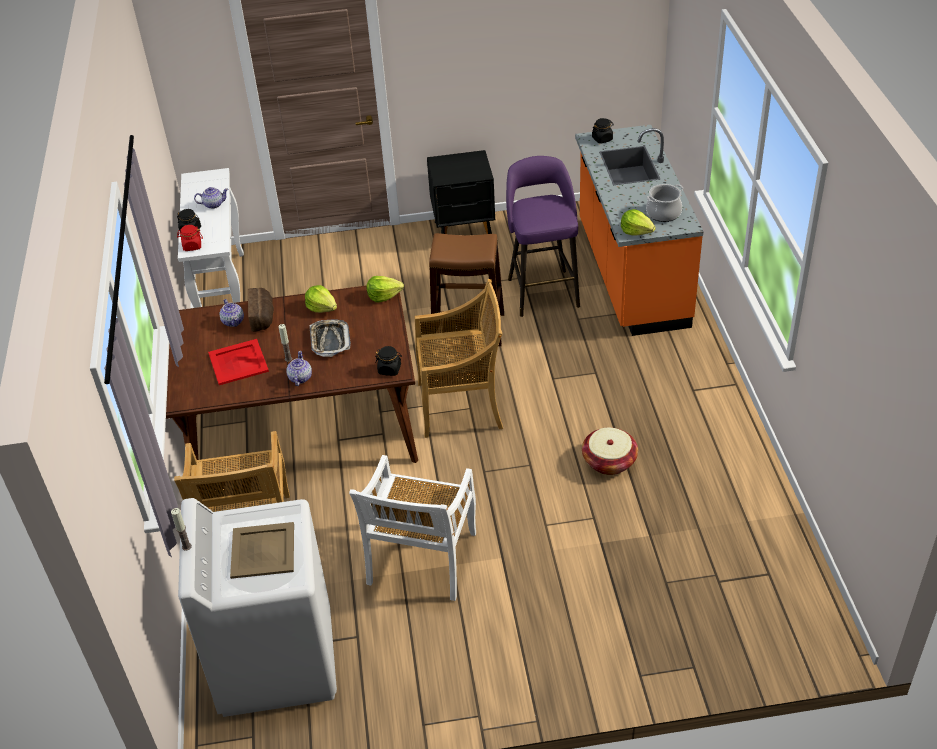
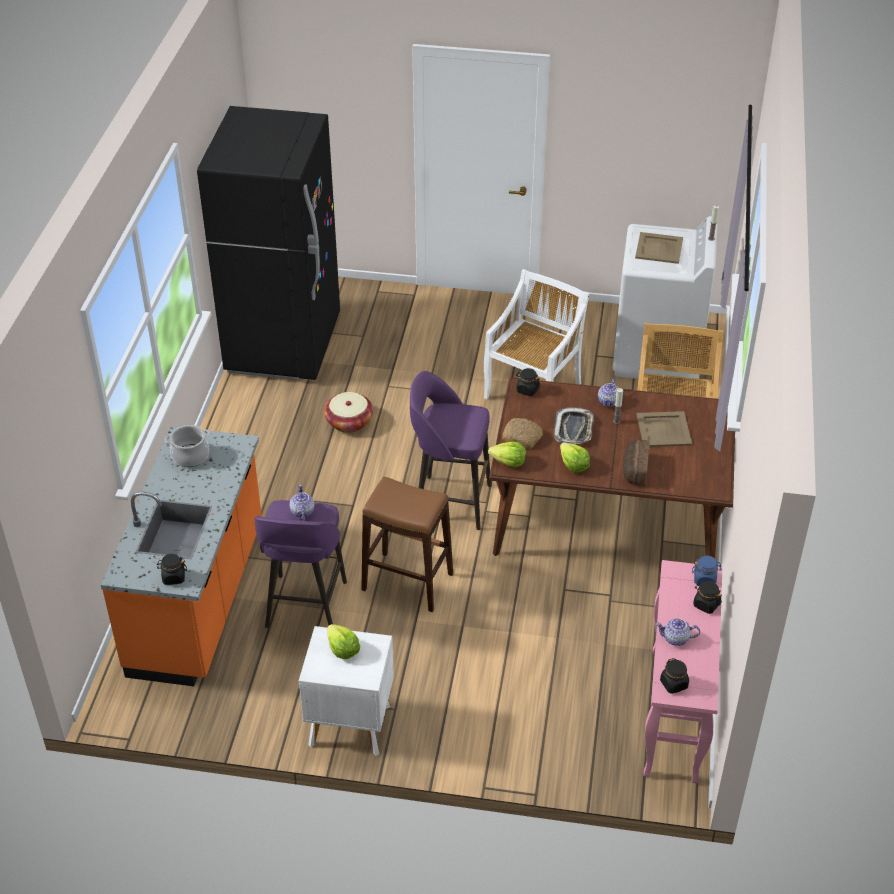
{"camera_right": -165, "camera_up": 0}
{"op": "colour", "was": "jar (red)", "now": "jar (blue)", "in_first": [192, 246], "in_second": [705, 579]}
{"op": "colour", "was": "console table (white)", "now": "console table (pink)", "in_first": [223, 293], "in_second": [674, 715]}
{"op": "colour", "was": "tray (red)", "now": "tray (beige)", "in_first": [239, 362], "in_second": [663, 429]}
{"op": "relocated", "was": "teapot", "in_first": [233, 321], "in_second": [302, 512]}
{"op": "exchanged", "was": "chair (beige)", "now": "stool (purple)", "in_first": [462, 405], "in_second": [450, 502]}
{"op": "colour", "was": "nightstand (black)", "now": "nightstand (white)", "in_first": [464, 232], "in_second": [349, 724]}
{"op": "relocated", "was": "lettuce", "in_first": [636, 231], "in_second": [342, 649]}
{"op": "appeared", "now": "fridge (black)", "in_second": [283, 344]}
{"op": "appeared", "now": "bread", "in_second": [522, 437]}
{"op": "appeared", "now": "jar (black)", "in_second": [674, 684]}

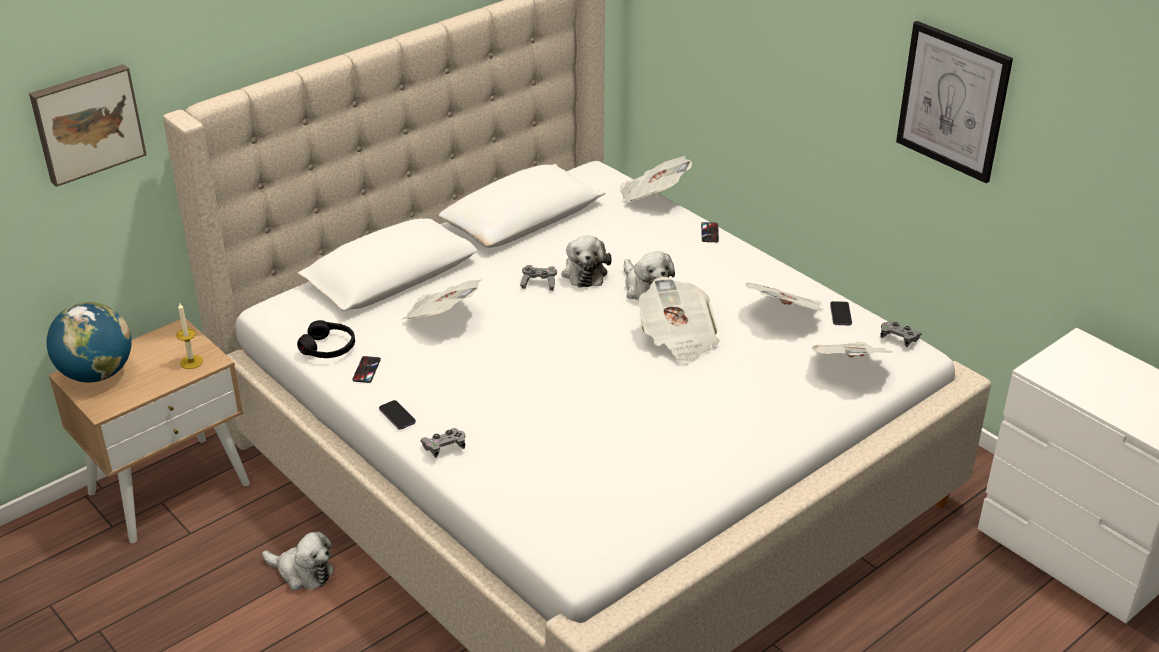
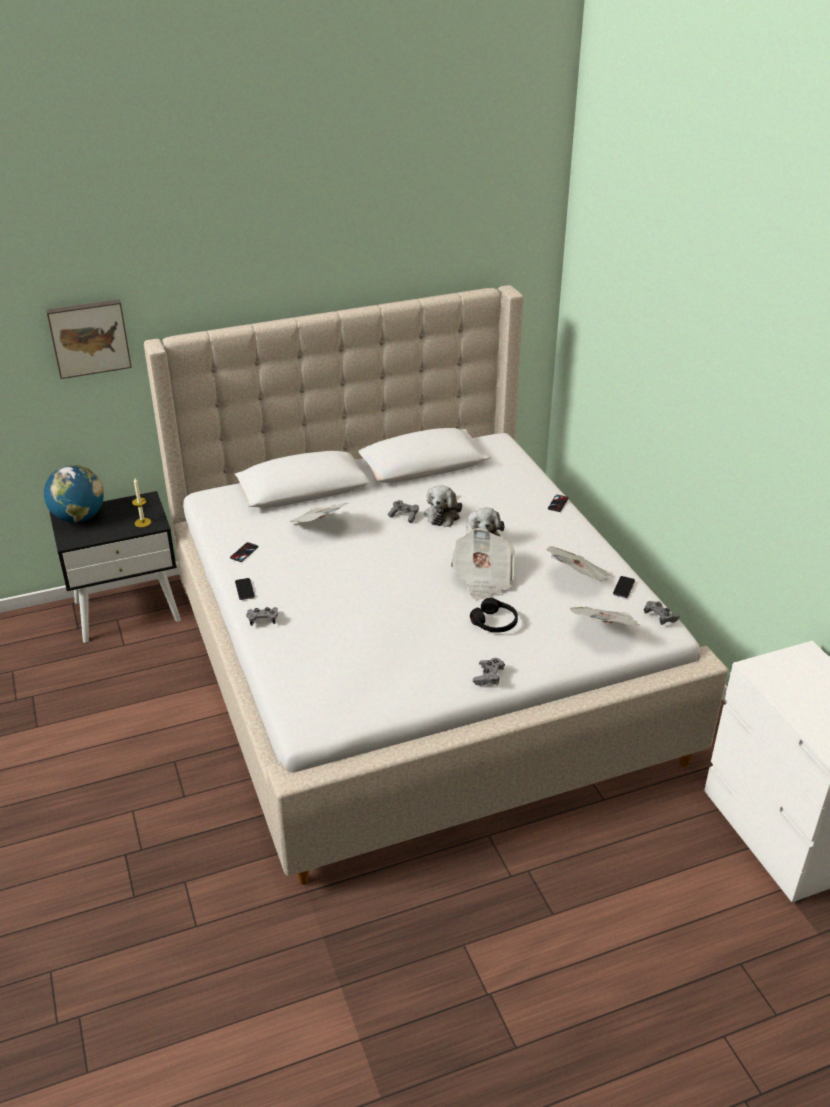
{"camera_right": 20, "camera_up": 0}
{"op": "colour", "was": "nightstand (beige)", "now": "nightstand (black)", "in_first": [169, 487], "in_second": [127, 610]}
{"op": "missing", "was": "plush toy", "in_first": [302, 572]}
{"op": "relocated", "was": "headphones (black)", "in_first": [328, 348], "in_second": [495, 622]}
{"op": "missing", "was": "newspaper", "in_first": [652, 196]}
{"op": "missing", "was": "picture", "in_first": [953, 101]}
{"op": "appeared", "now": "game controller (grey)", "in_second": [488, 677]}

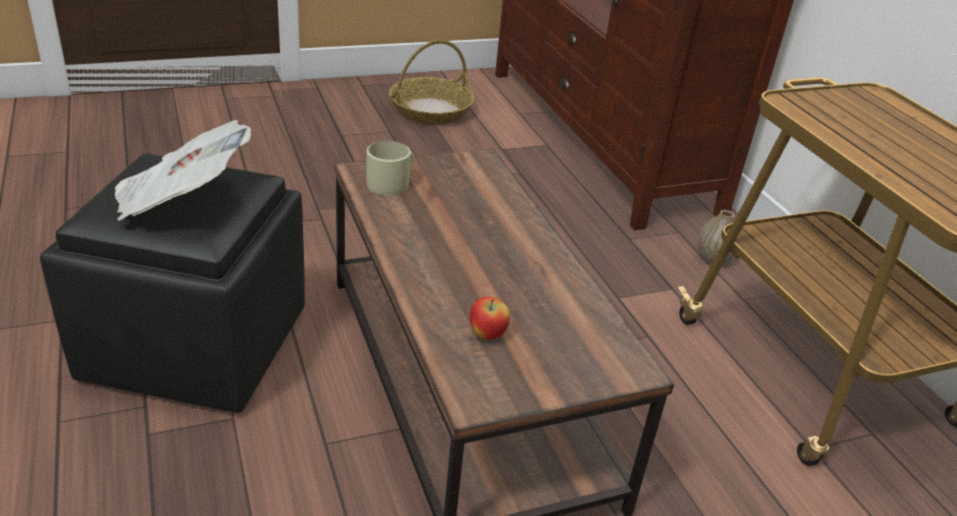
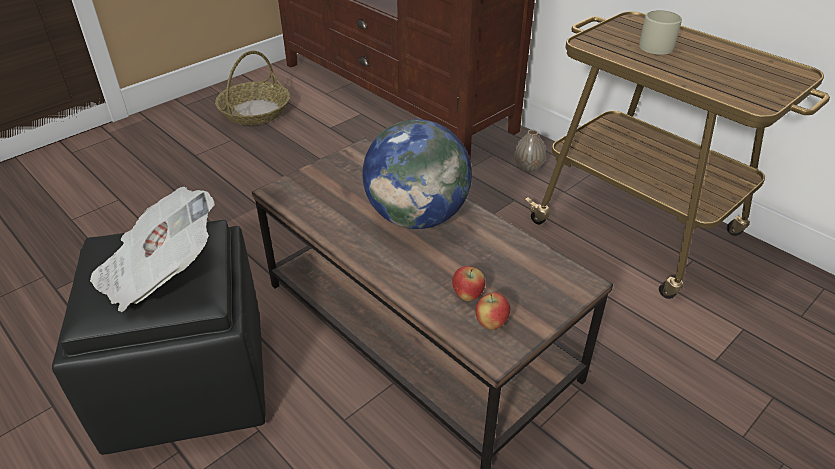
{"camera_right": -20, "camera_up": 5}
{"op": "relocated", "was": "mug (beige)", "in_first": [392, 182], "in_second": [656, 45]}
{"op": "appeared", "now": "globe", "in_second": [417, 217]}
{"op": "appeared", "now": "apple", "in_second": [491, 324]}

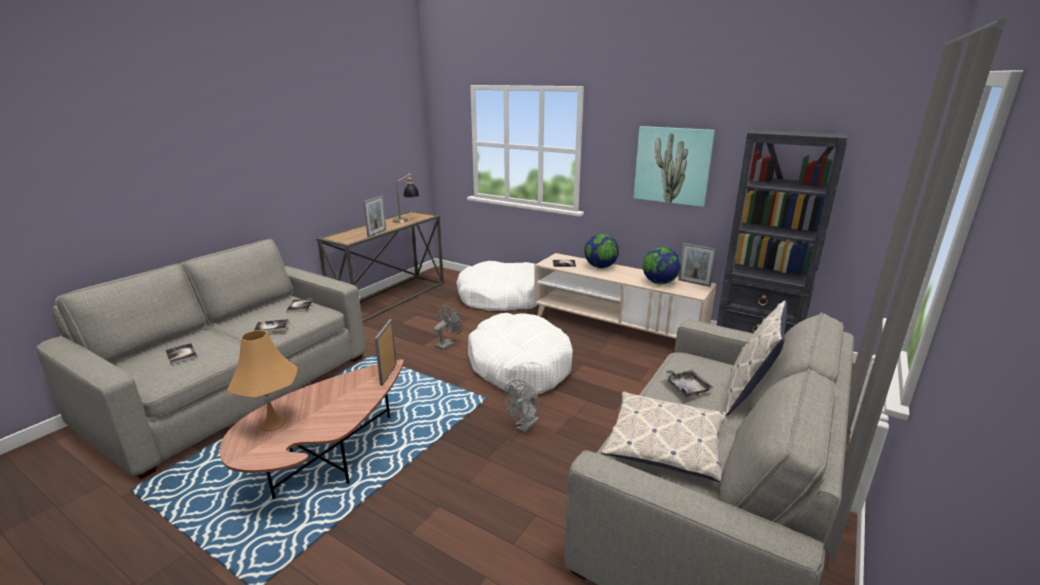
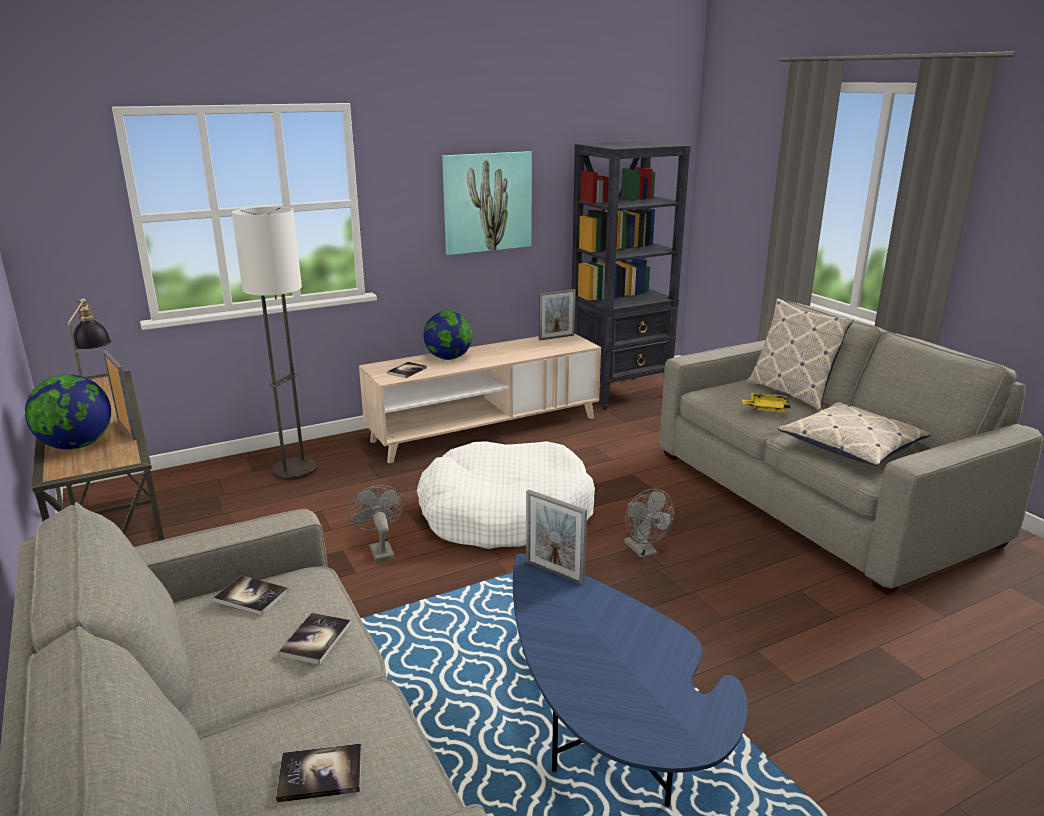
{"camera_right": -60, "camera_up": 0}
{"op": "colour", "was": "coffee table (brown)", "now": "coffee table (blue)", "in_first": [326, 461], "in_second": [605, 733]}
{"op": "missing", "was": "table lamp (orange)", "in_first": [273, 423]}
{"op": "exchanged", "was": "dog bed (white)", "now": "floor lamp", "in_first": [502, 297], "in_second": [294, 470]}
{"op": "relocated", "was": "globe", "in_first": [659, 282], "in_second": [77, 445]}
{"op": "colour", "was": "tray (grey)", "now": "tray (yellow)", "in_first": [686, 387], "in_second": [766, 408]}

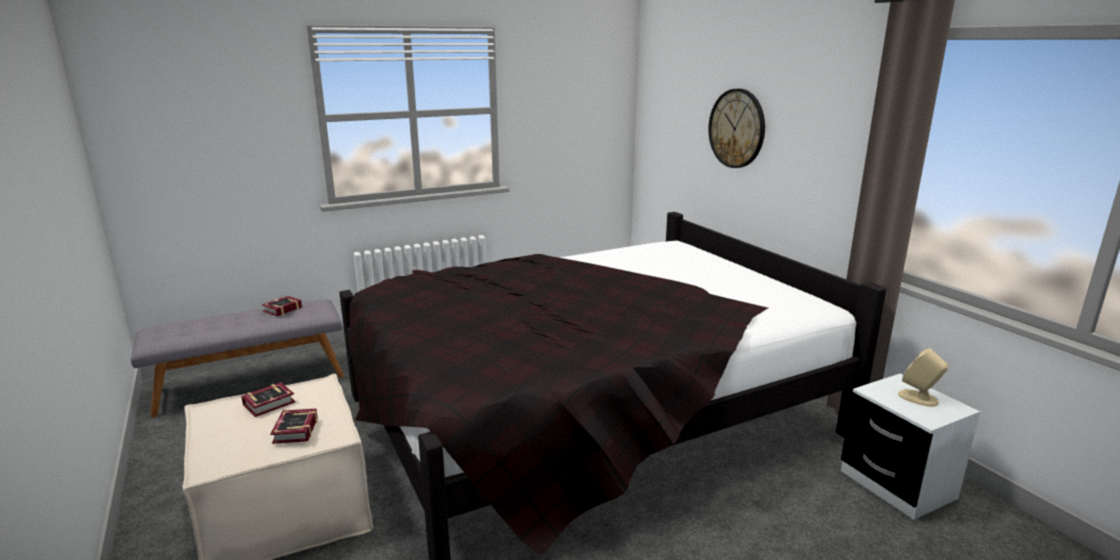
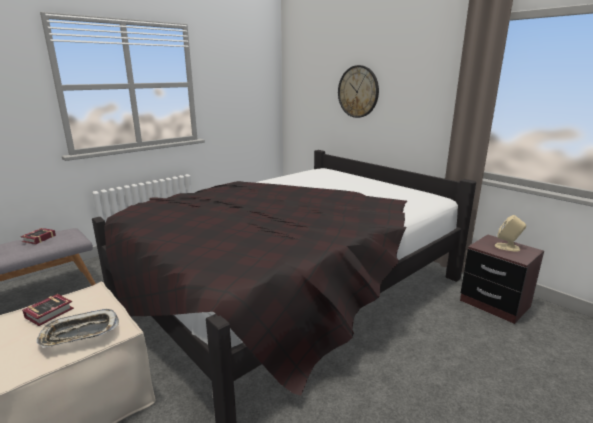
{"camera_right": -15, "camera_up": 0}
{"op": "exchanged", "was": "book", "now": "tray", "in_first": [293, 432], "in_second": [80, 333]}
{"op": "colour", "was": "nightstand (white)", "now": "nightstand (brown)", "in_first": [897, 485], "in_second": [494, 304]}

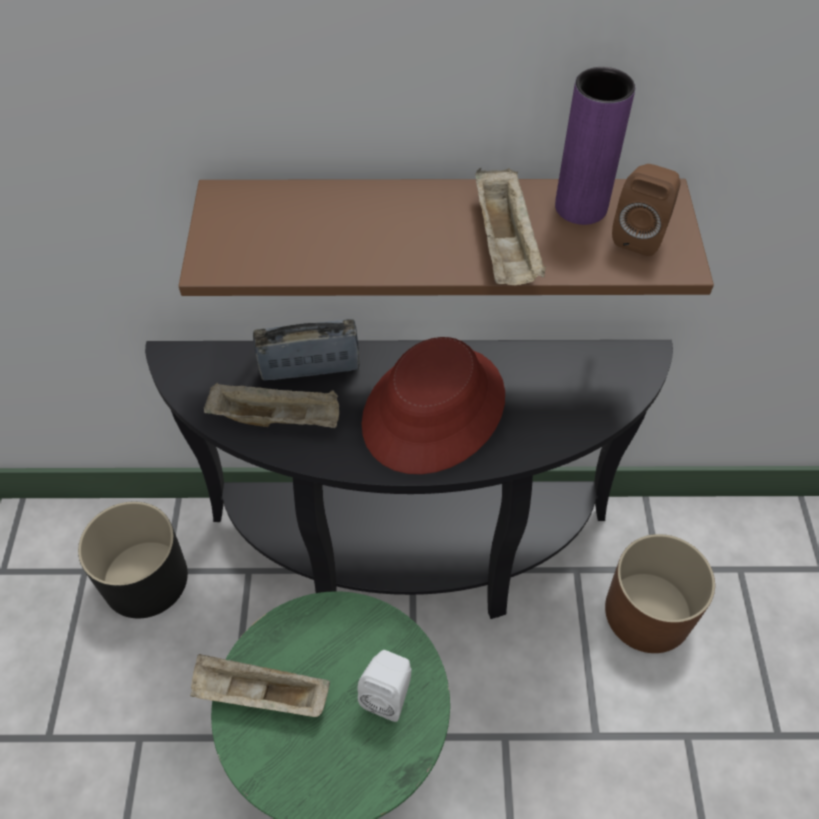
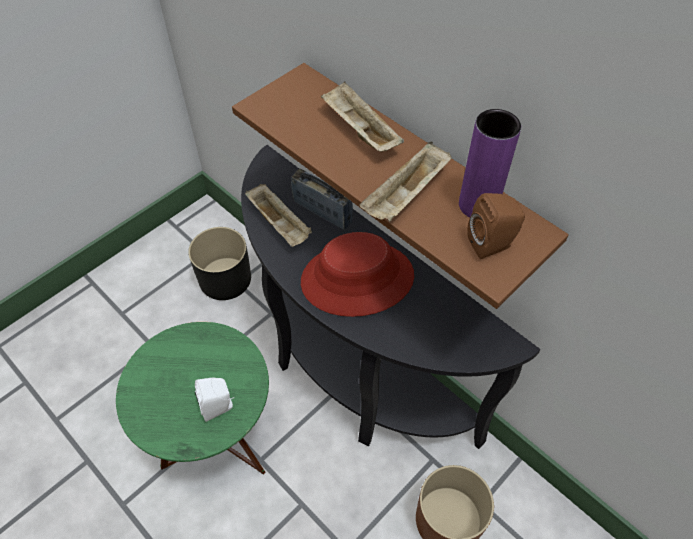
{"camera_right": 45, "camera_up": 0}
{"op": "relocated", "was": "tray (beige)", "in_first": [259, 695], "in_second": [359, 131]}

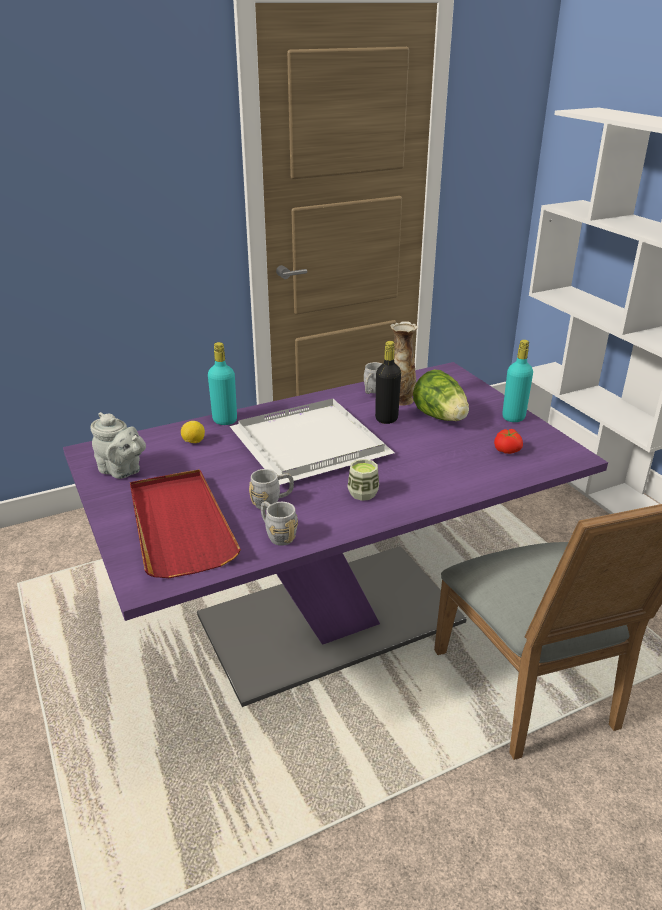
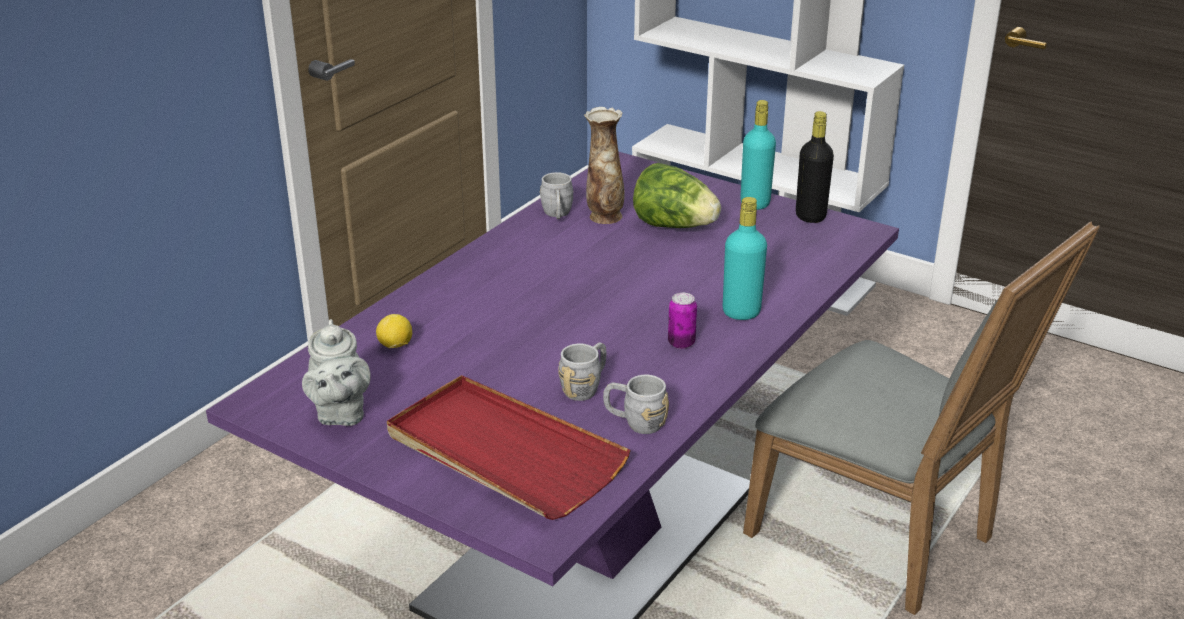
{"camera_right": -30, "camera_up": 0}
{"op": "spun", "was": "teapot (grey)", "in_first": [122, 471], "in_second": [340, 413], "clockwise": 75}
{"op": "relocated", "was": "bottle (turquoise)", "in_first": [225, 420], "in_second": [741, 312]}
{"op": "missing", "was": "tray (white)", "in_first": [310, 442]}
{"op": "exchanged", "was": "cup", "now": "can", "in_first": [363, 493], "in_second": [681, 343]}
{"op": "relocated", "was": "bottle (black)", "in_first": [386, 419], "in_second": [810, 216]}
{"op": "missing", "was": "tomato", "in_first": [507, 450]}

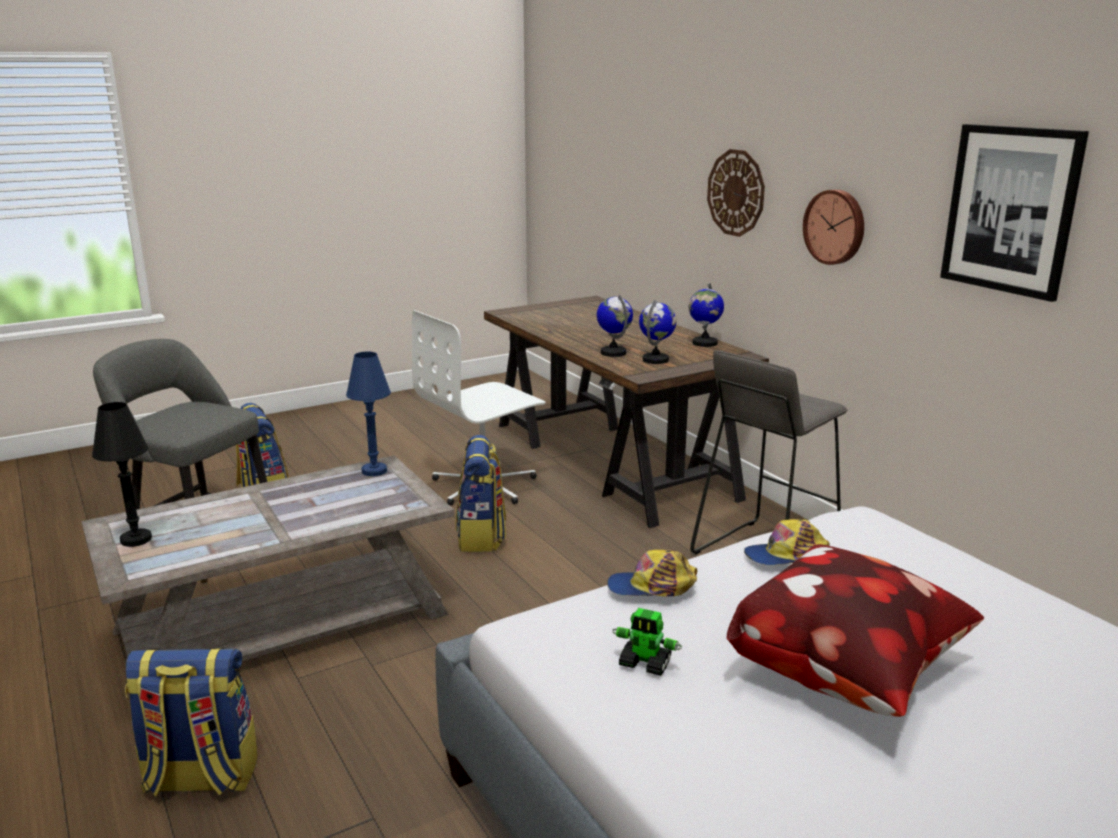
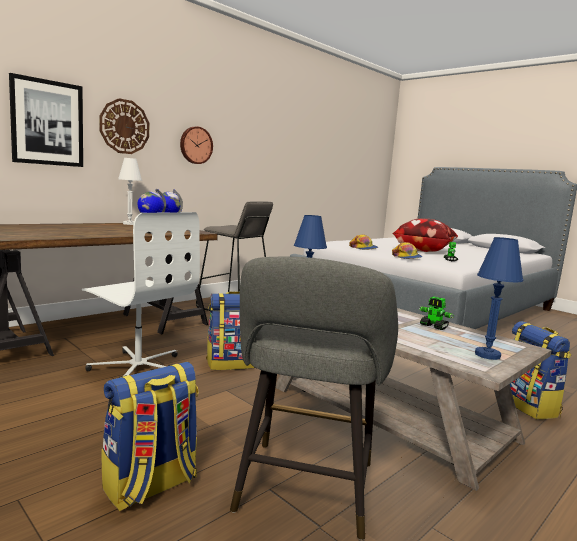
{"camera_right": -105, "camera_up": -10}
{"op": "colour", "was": "table lamp (black)", "now": "table lamp (blue)", "in_first": [136, 539], "in_second": [487, 355]}
{"op": "exchanged", "was": "globe", "now": "table lamp (white)", "in_first": [704, 343], "in_second": [129, 224]}
{"op": "relocated", "was": "picture", "in_first": [1010, 210], "in_second": [47, 123]}
{"op": "appeared", "now": "toy robot", "in_second": [434, 326]}

